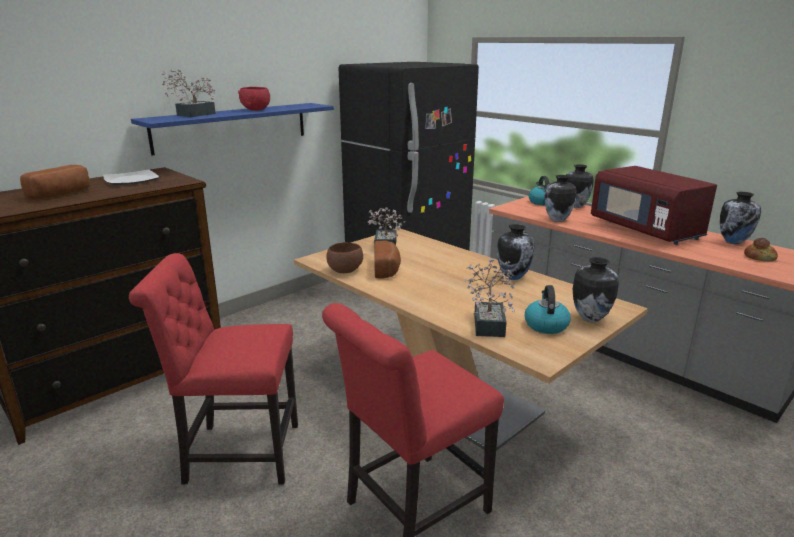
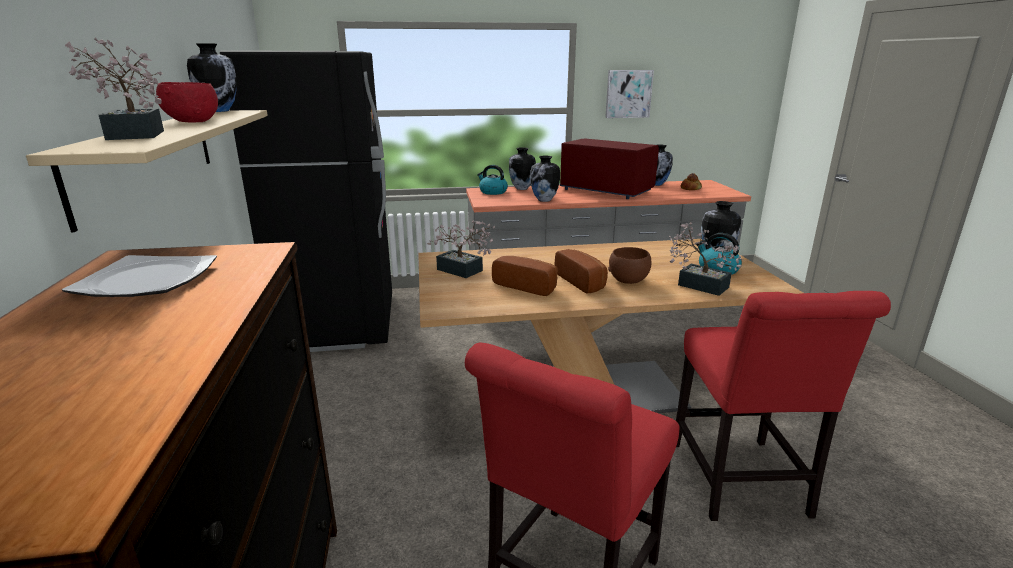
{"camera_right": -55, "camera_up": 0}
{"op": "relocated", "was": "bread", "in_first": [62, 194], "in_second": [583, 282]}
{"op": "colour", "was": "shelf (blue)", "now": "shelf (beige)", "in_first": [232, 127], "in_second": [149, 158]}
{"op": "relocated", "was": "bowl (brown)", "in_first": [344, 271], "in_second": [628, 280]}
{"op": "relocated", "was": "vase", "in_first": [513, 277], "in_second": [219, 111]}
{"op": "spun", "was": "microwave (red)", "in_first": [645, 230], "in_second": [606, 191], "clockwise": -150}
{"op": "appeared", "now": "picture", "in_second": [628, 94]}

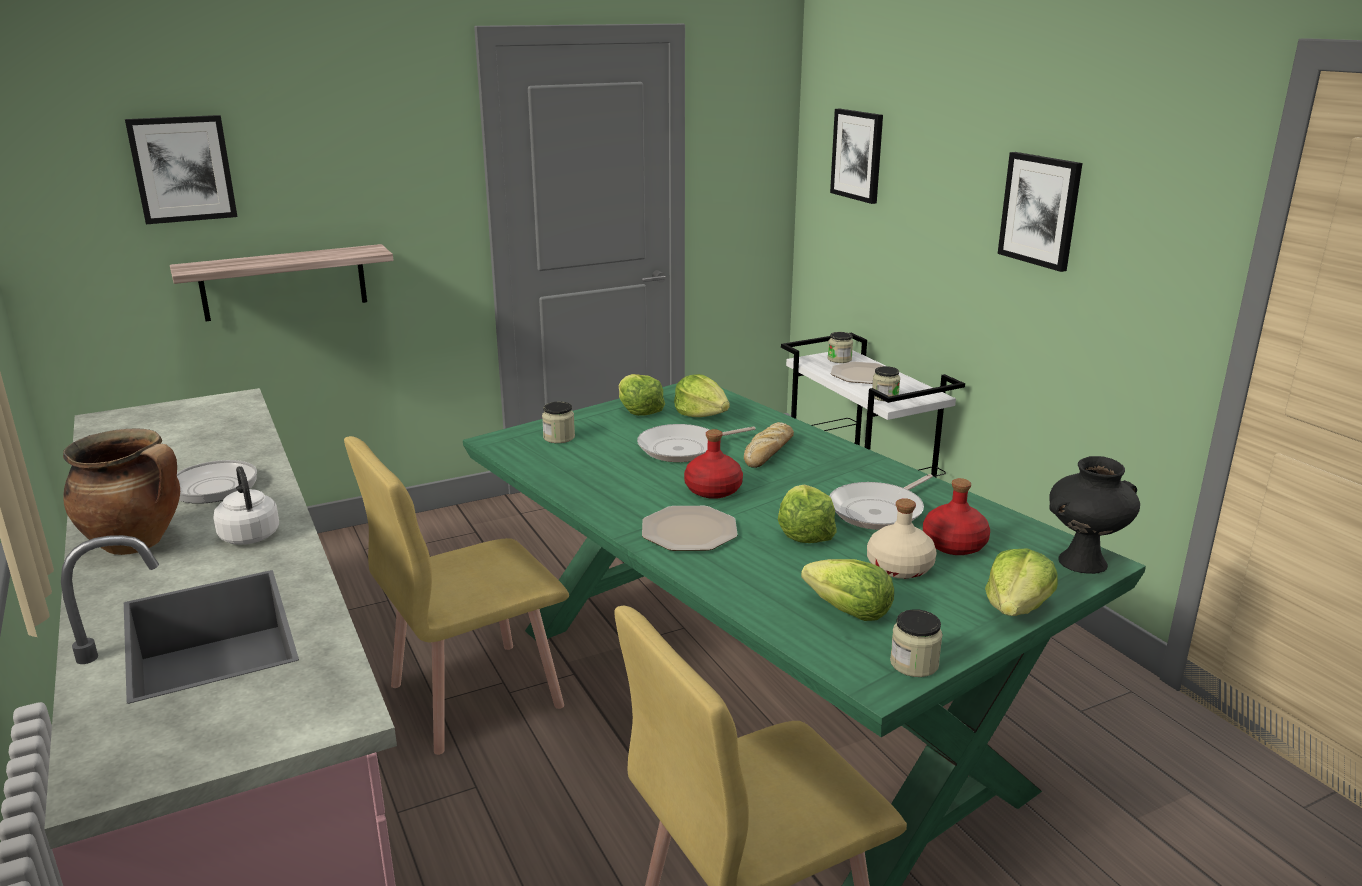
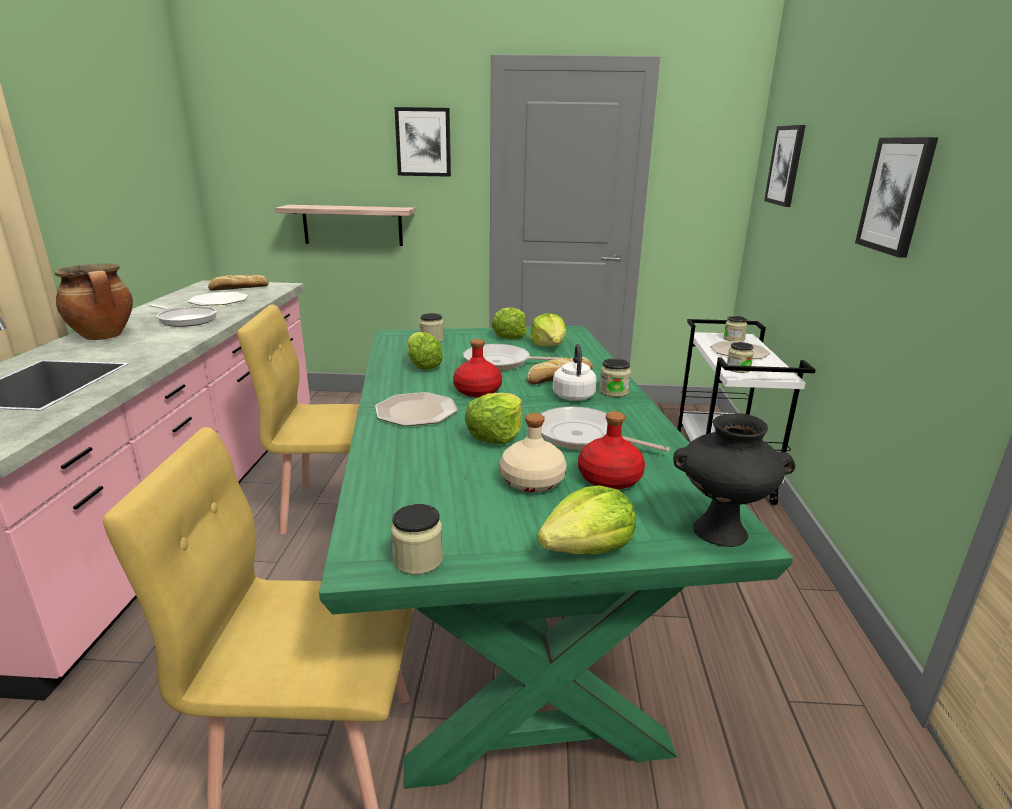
{"camera_right": 30, "camera_up": 0}
{"op": "relocated", "was": "picture", "in_first": [182, 169], "in_second": [423, 142]}
{"op": "relocated", "was": "kettle (white)", "in_first": [249, 535], "in_second": [573, 395]}
{"op": "relocated", "was": "lettuce", "in_first": [849, 612], "in_second": [423, 366]}
{"op": "spun", "was": "frying pan", "in_first": [879, 511], "in_second": [583, 436], "clockwise": 45}
{"op": "appeared", "now": "plate", "in_second": [218, 300]}
{"op": "appeared", "now": "bread", "in_second": [238, 288]}
{"op": "appeared", "now": "jar", "in_second": [613, 392]}

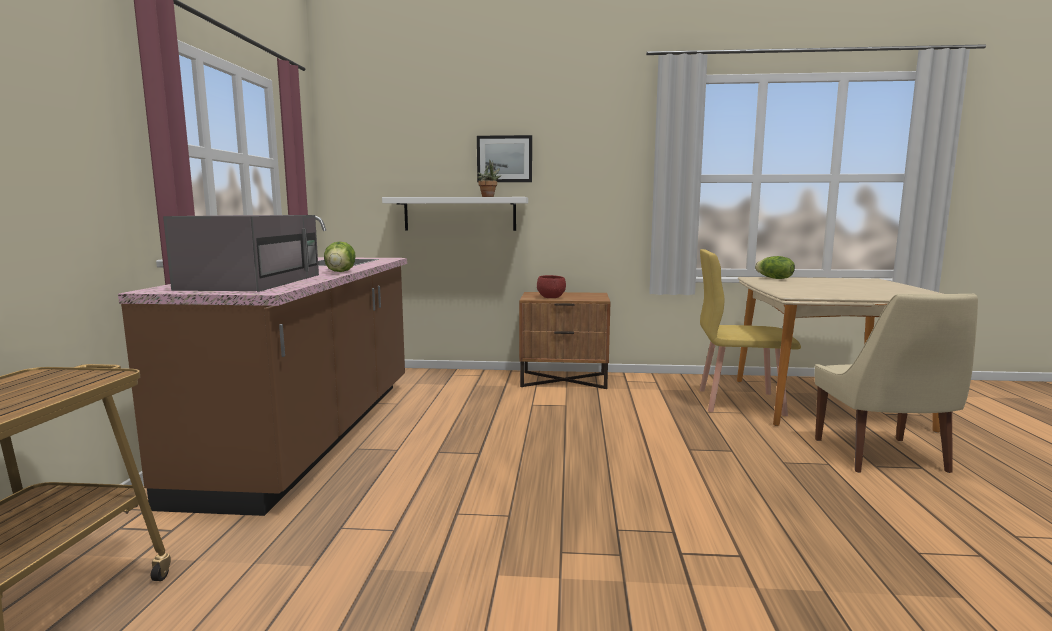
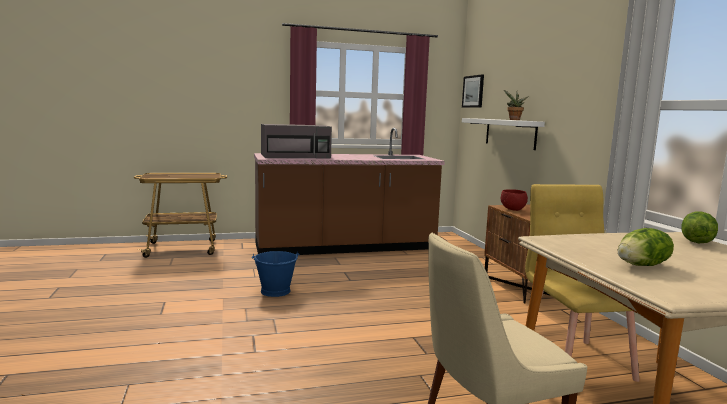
{"camera_right": 70, "camera_up": 0}
{"op": "relocated", "was": "lettuce", "in_first": [341, 272], "in_second": [642, 265]}
{"op": "relocated", "was": "picture", "in_first": [504, 159], "in_second": [473, 91]}
{"op": "appeared", "now": "bucket (blue)", "in_second": [276, 291]}

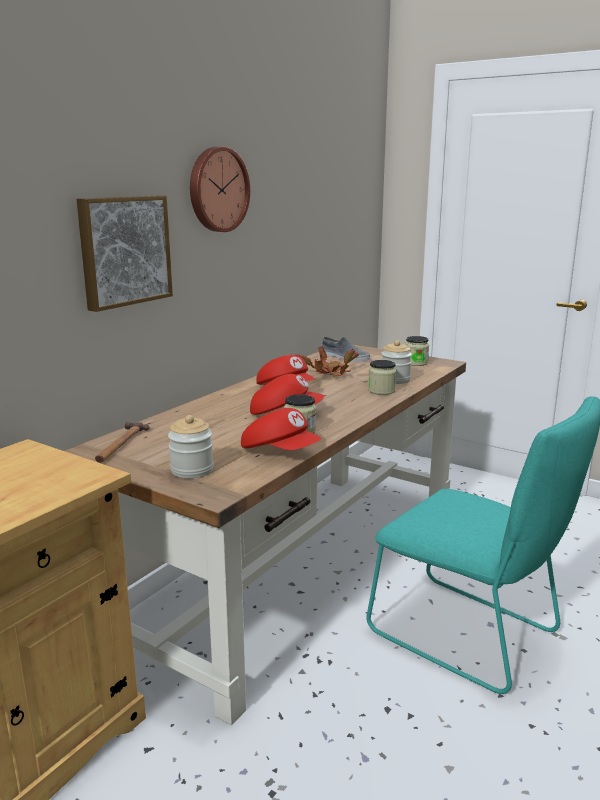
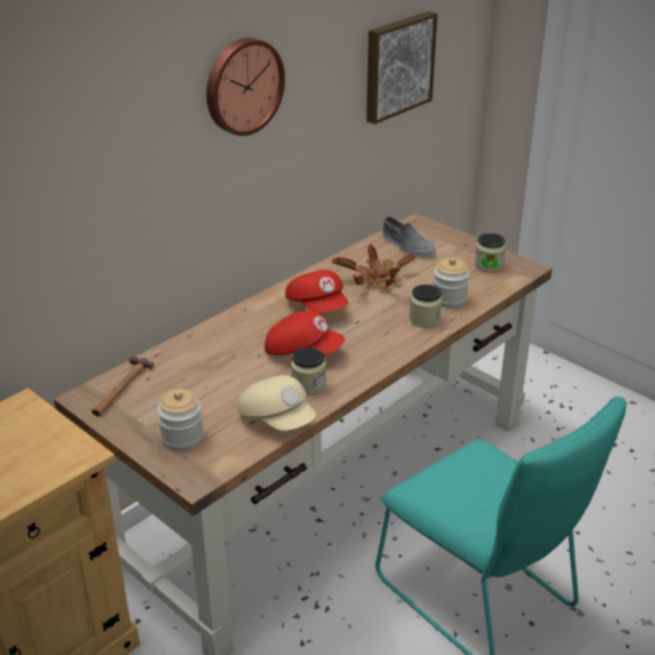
{"camera_right": 10, "camera_up": 15}
{"op": "relocated", "was": "picture", "in_first": [124, 250], "in_second": [397, 66]}
{"op": "colour", "was": "cap (red)", "now": "cap (beige)", "in_first": [280, 452], "in_second": [277, 419]}

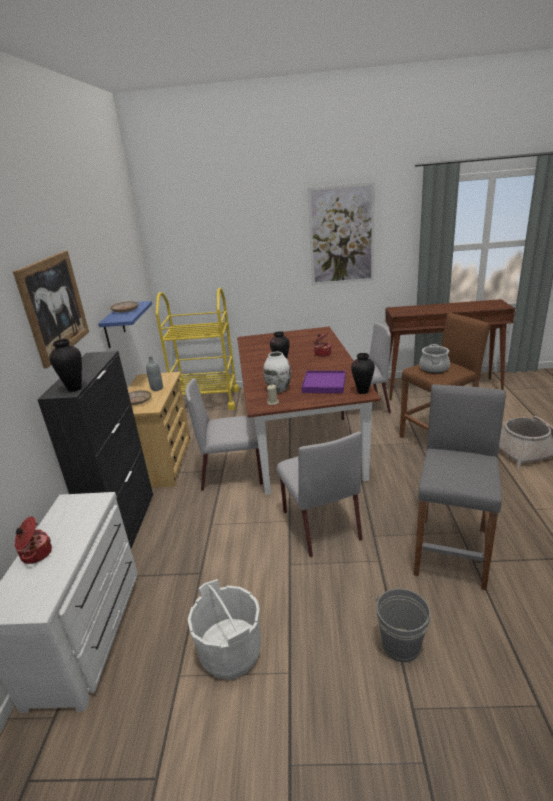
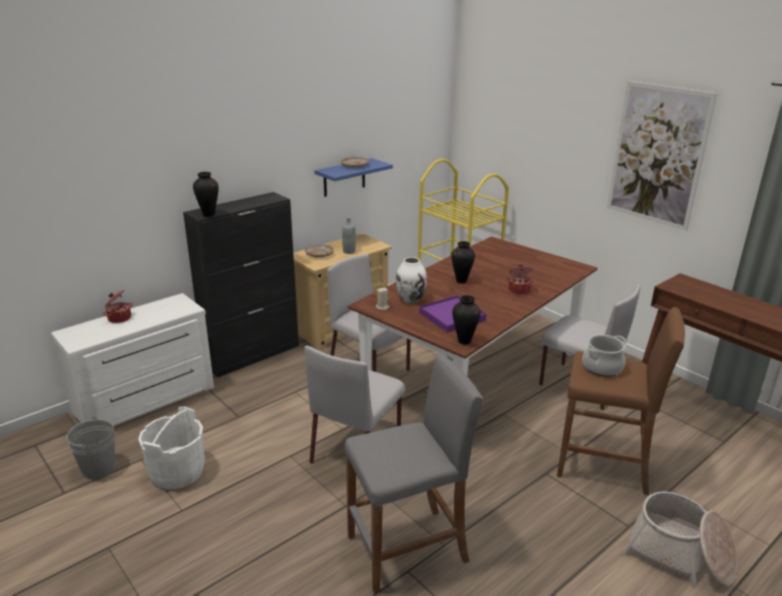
{"camera_right": 45, "camera_up": 0}
{"op": "missing", "was": "picture", "in_first": [54, 306]}
{"op": "relocated", "was": "bucket (grey)", "in_first": [400, 645], "in_second": [98, 468]}

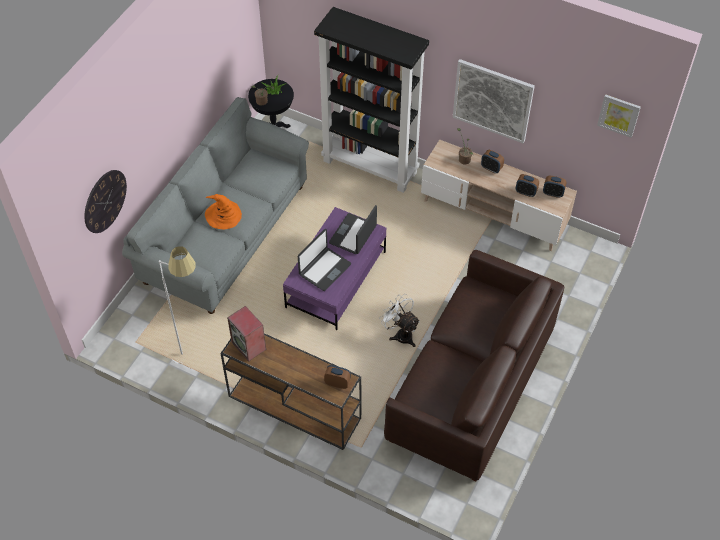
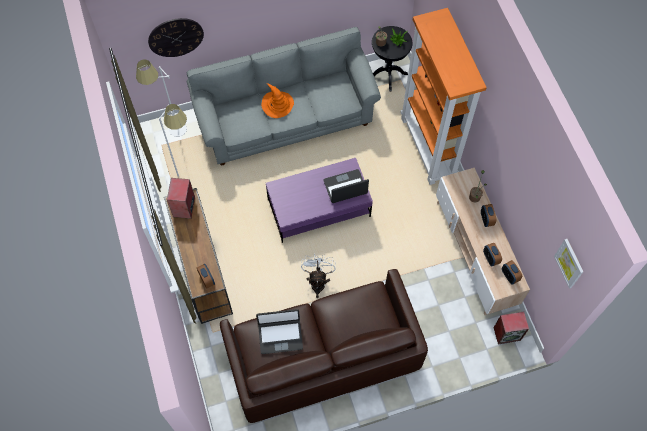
{"camera_right": 45, "camera_up": 10}
{"op": "relocated", "was": "laptop", "in_first": [324, 269], "in_second": [280, 336]}
{"op": "colour", "was": "bookcase (black)", "now": "bookcase (orange)", "in_first": [371, 167], "in_second": [428, 148]}
{"op": "missing", "was": "picture", "in_first": [492, 100]}
{"op": "appeared", "now": "floor lamp (white)", "in_second": [173, 135]}
{"op": "appeared", "now": "speaker", "in_second": [507, 333]}

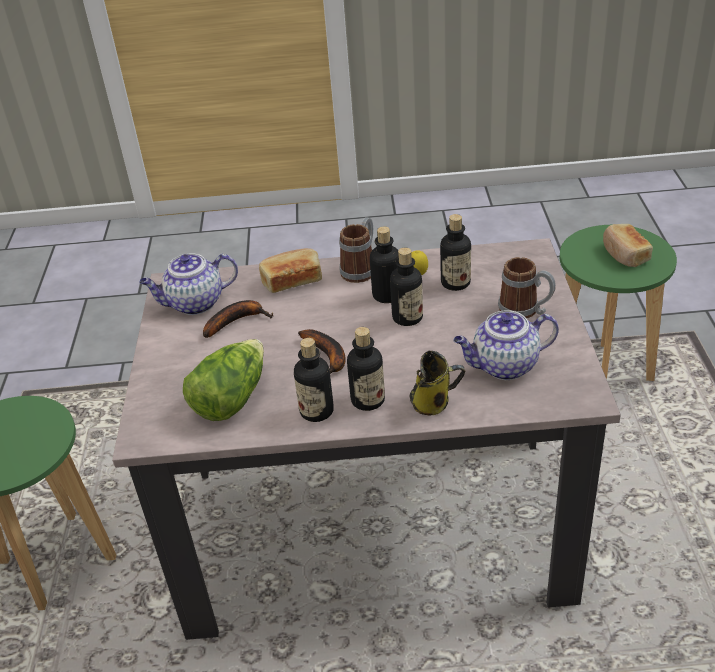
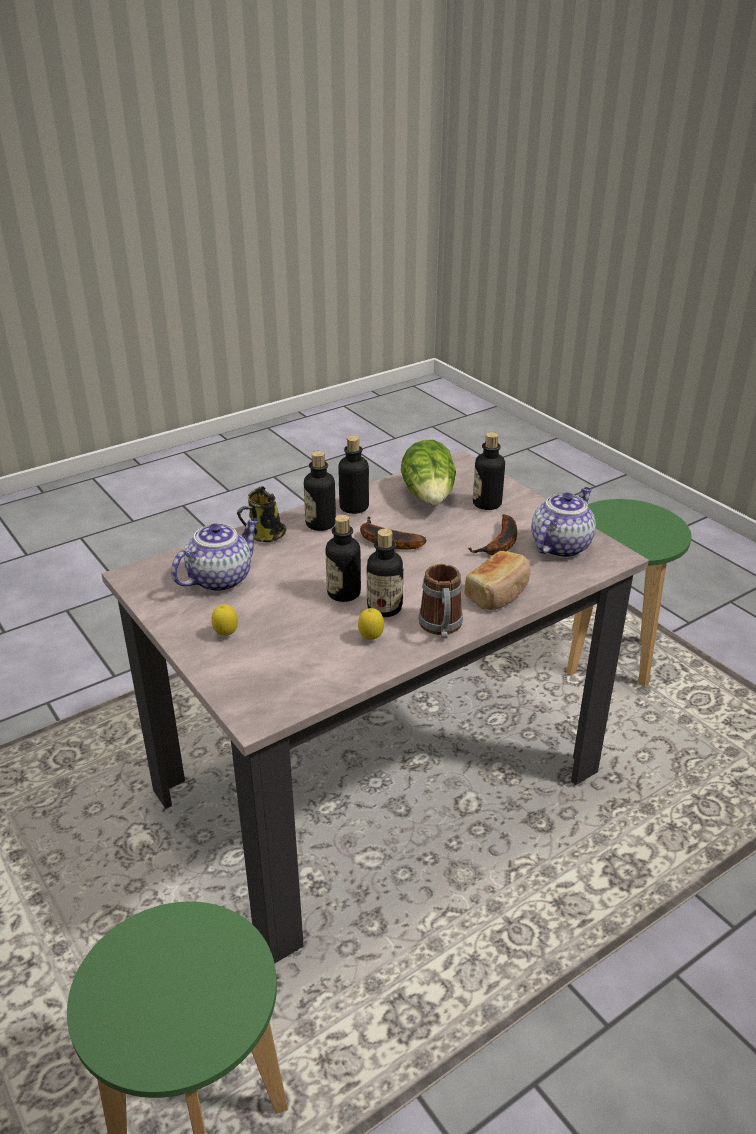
{"camera_right": 145, "camera_up": -5}
{"op": "relocated", "was": "bottle", "in_first": [455, 283], "in_second": [487, 503]}
{"op": "exchanged", "was": "mug", "now": "lemon", "in_first": [525, 311], "in_second": [226, 635]}
{"op": "missing", "was": "bread", "in_first": [624, 255]}

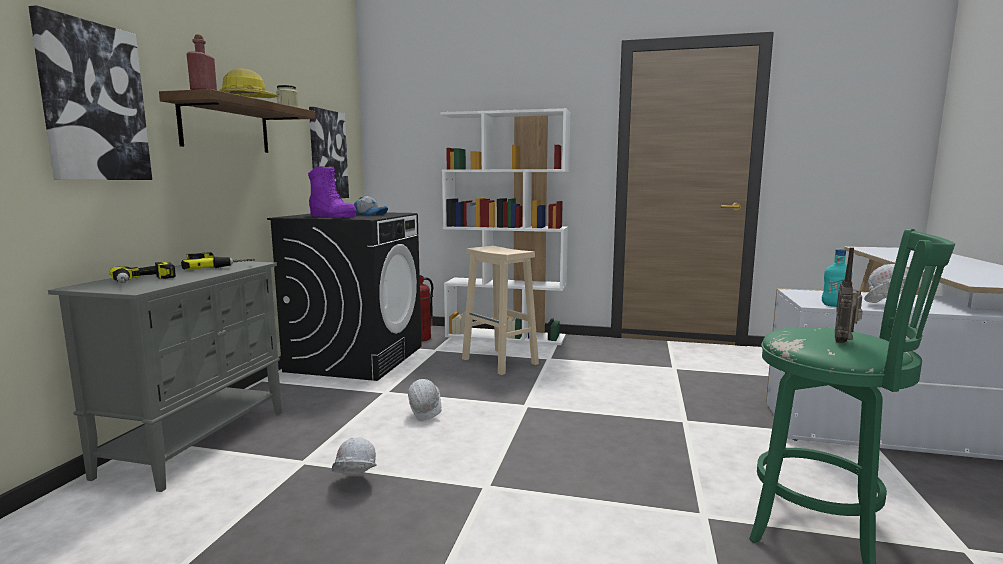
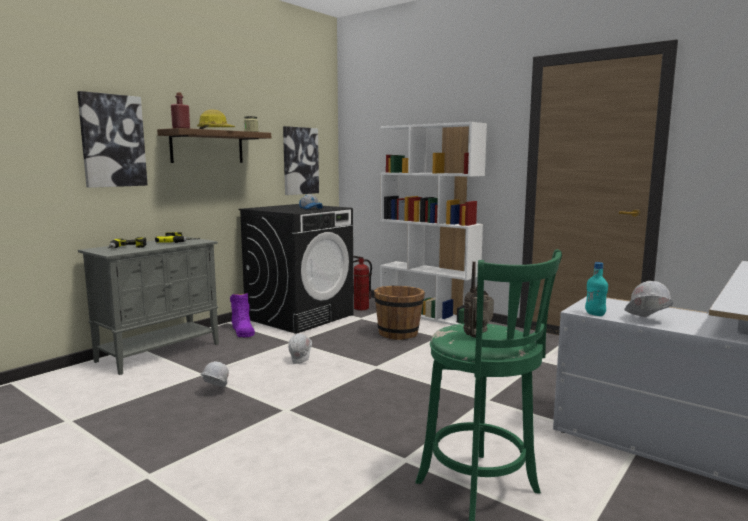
{"camera_right": 25, "camera_up": 0}
{"op": "relocated", "was": "boot (purple)", "in_first": [332, 216], "in_second": [242, 331]}
{"op": "exchanged", "was": "stool (beige)", "now": "bucket (brown)", "in_first": [500, 361], "in_second": [398, 333]}

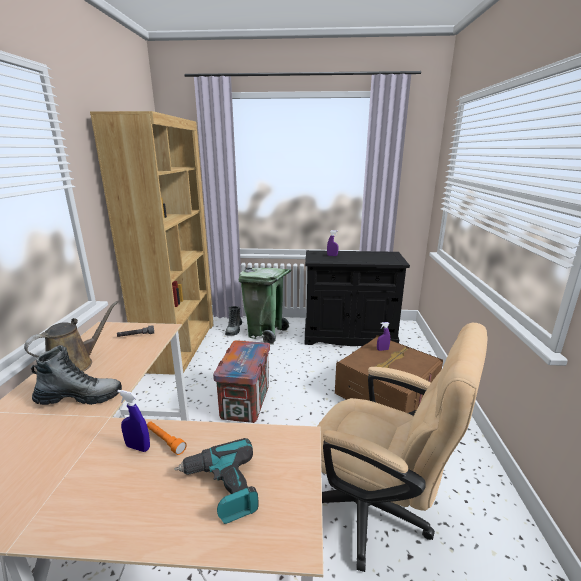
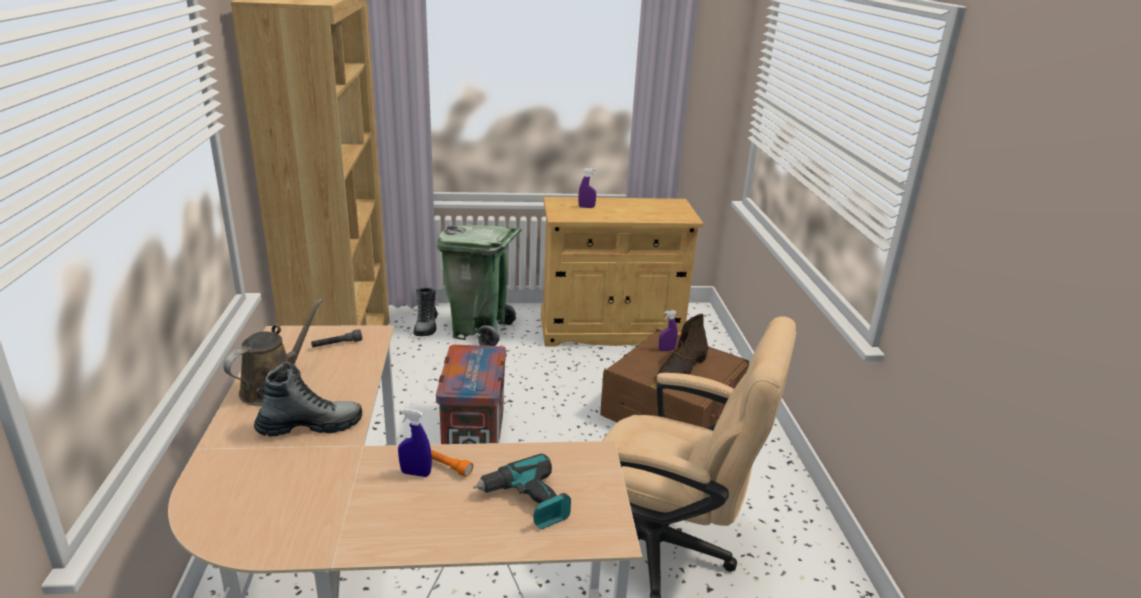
{"camera_right": -10, "camera_up": 5}
{"op": "colour", "was": "cabinet (black)", "now": "cabinet (beige)", "in_first": [349, 336], "in_second": [611, 330]}
{"op": "appeared", "now": "boot (brown)", "in_second": [682, 368]}

